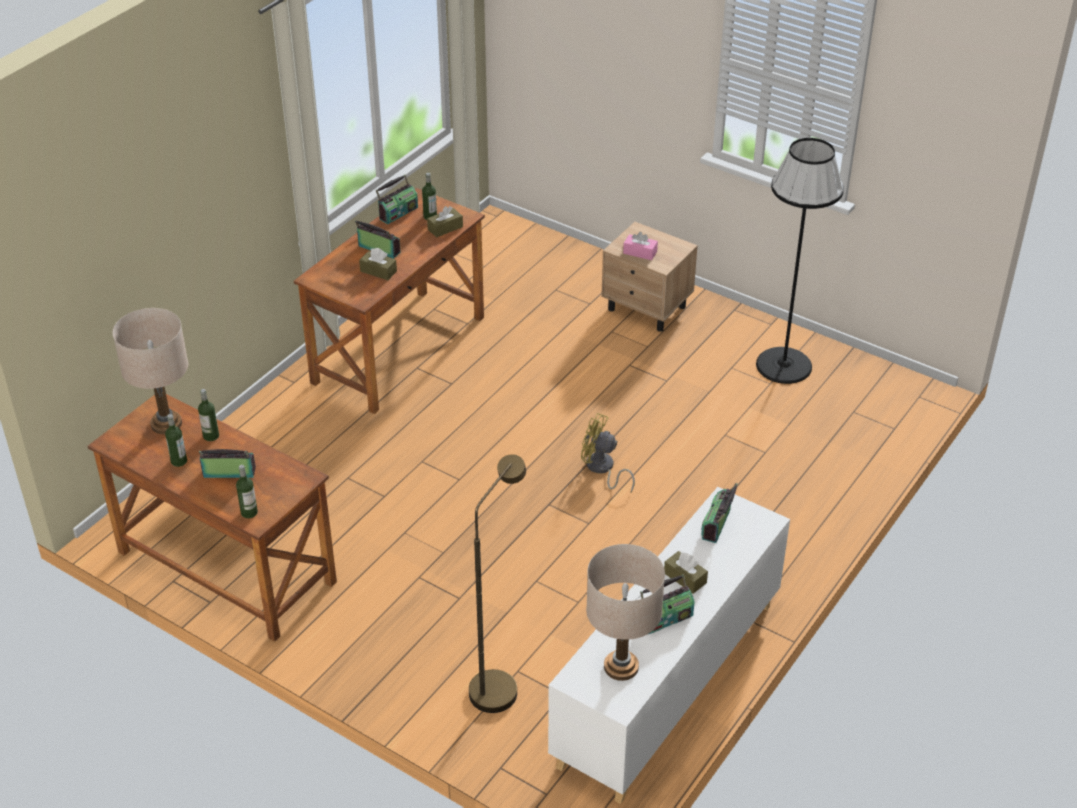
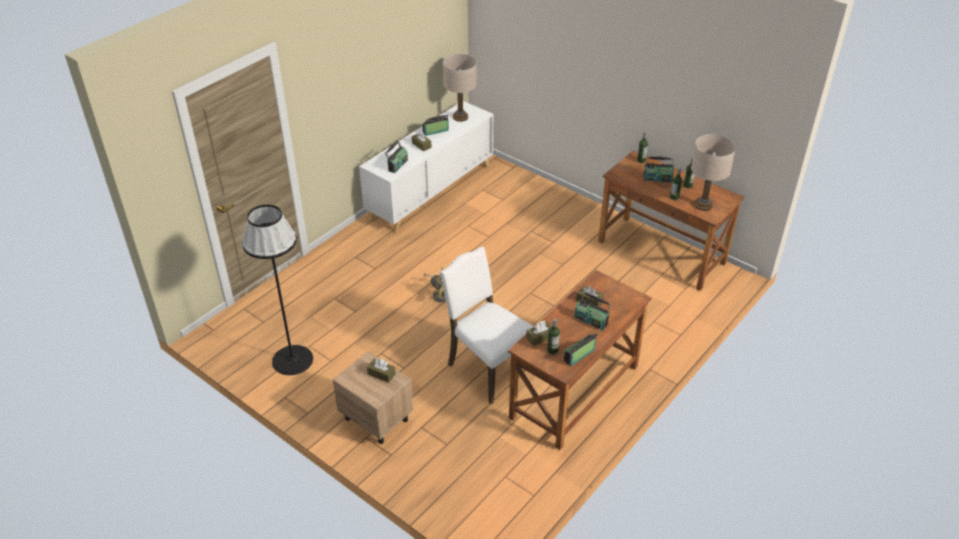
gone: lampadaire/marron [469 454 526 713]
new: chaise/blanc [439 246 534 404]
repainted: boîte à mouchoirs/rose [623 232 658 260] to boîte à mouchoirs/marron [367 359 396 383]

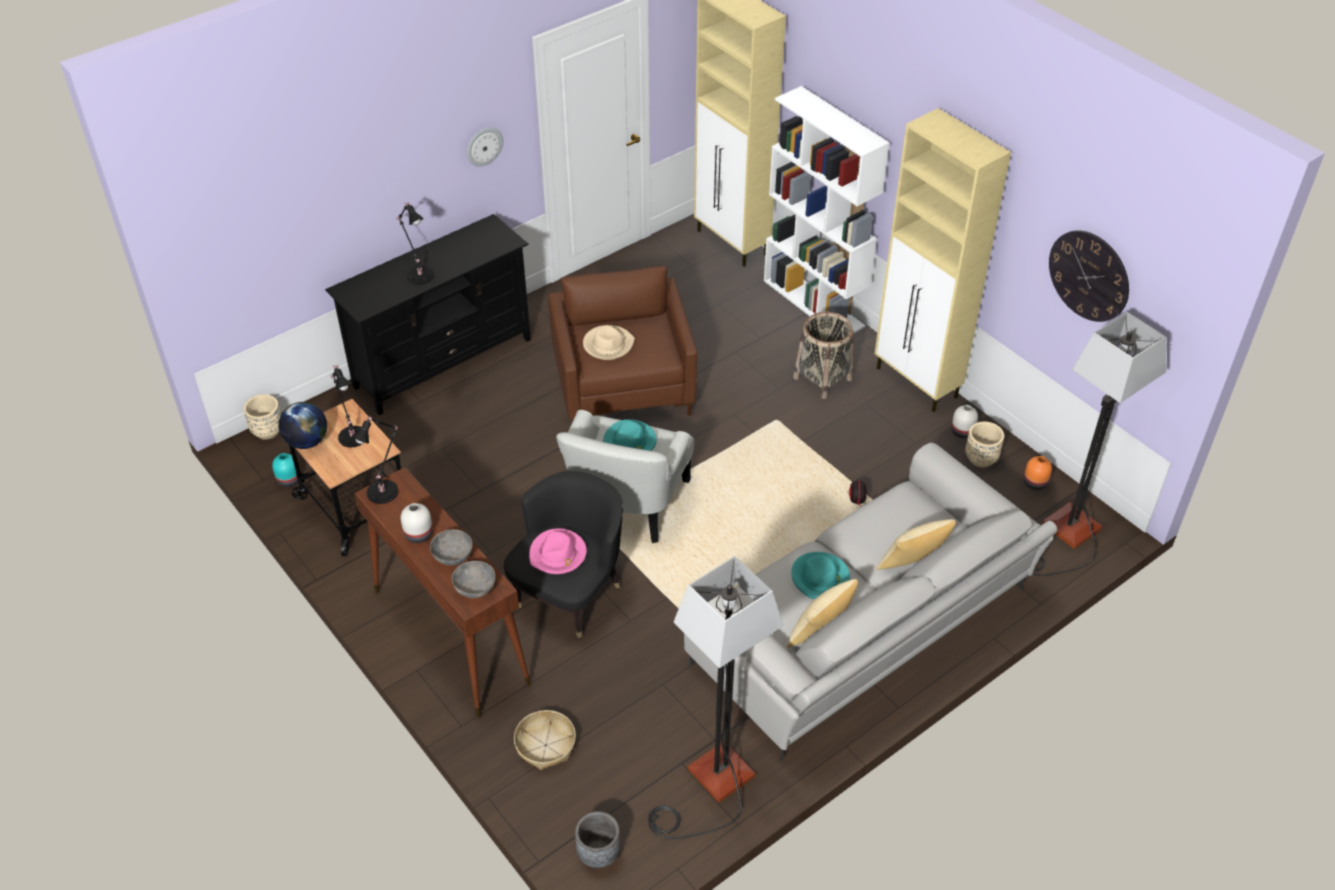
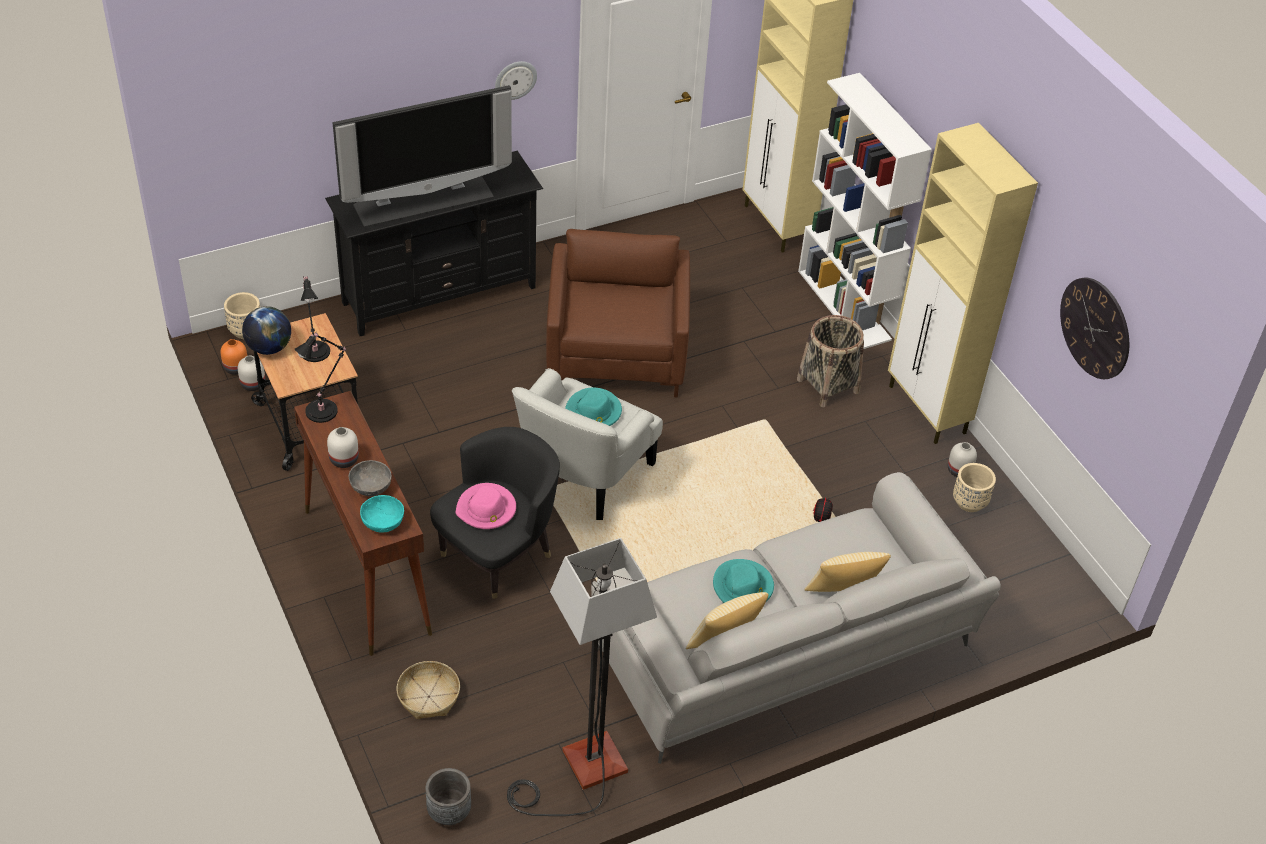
gone: lampadaire [1032 312 1167 576]; chapeau/beige [583 325 635 360]
shifted: vase/orange [1024 456 1052 490] to [220 339 247 375]
swapped: lampe de table/noir [396 202 434 284] to téléviseur [332 85 512 227]
repainted: vase/turquoise [272 453 298 487] to vase/blanc [238 355 265 391]; bol/gris [452 561 495 598] to bol/turquoise [360 495 404 532]

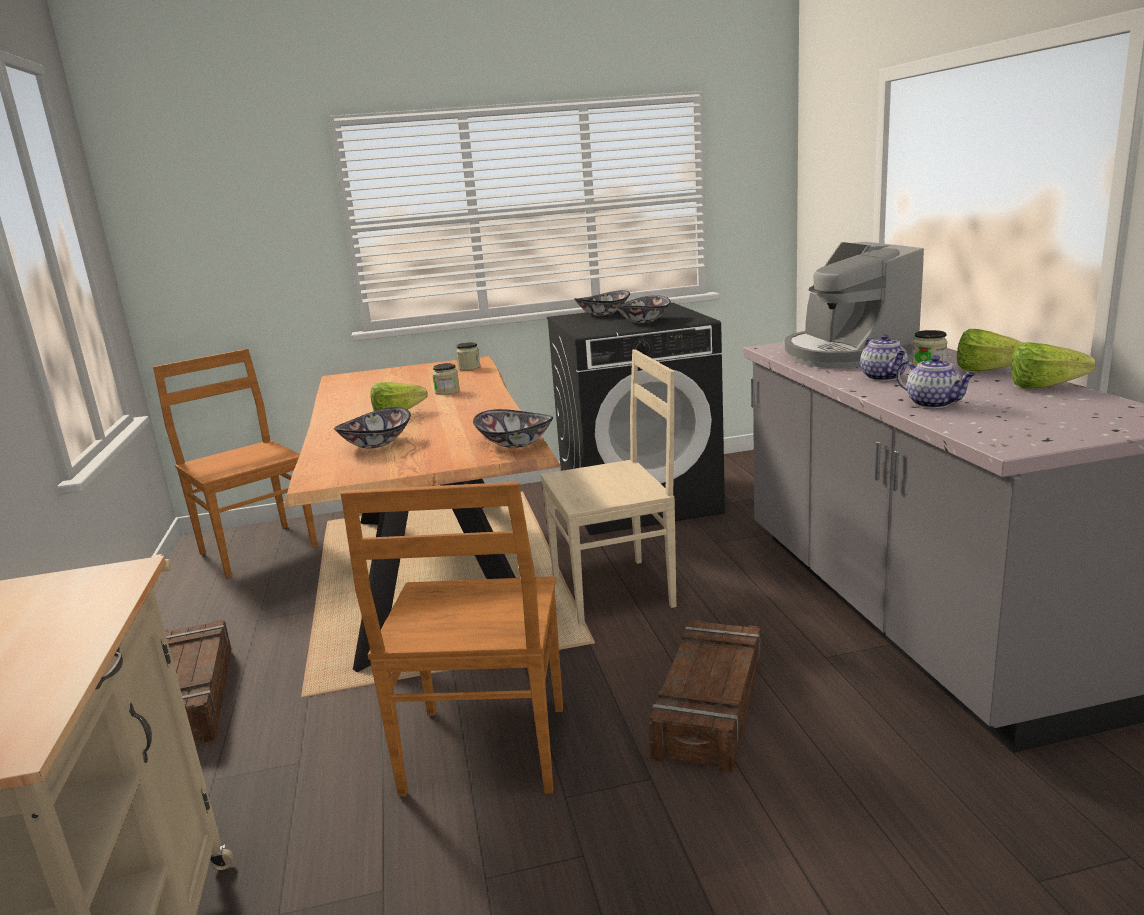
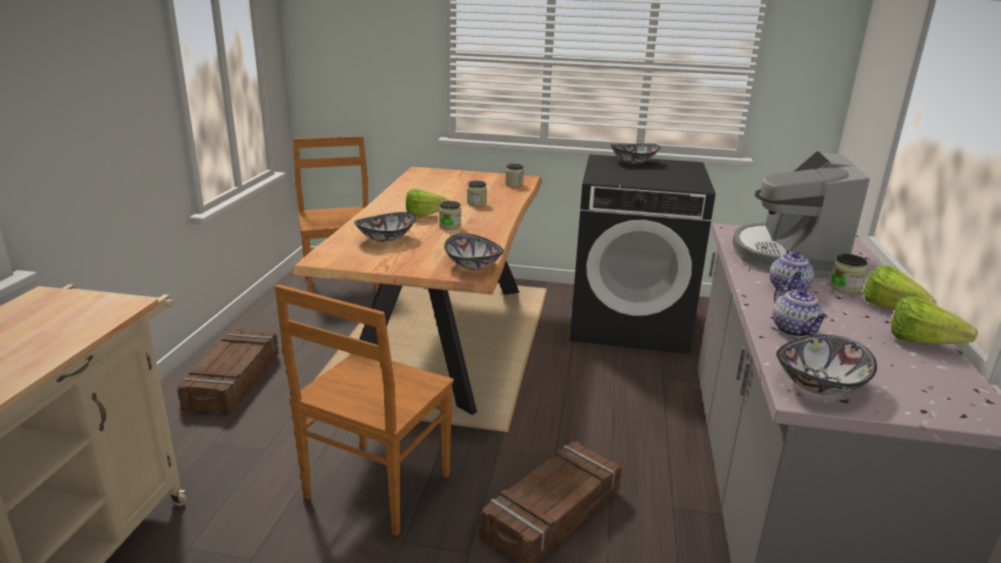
gone: chaise/beige [540 349 676 625]
new: bocal [439 201 461 229]
shifted: bol [616 295 671 323] to [776 335 877 395]

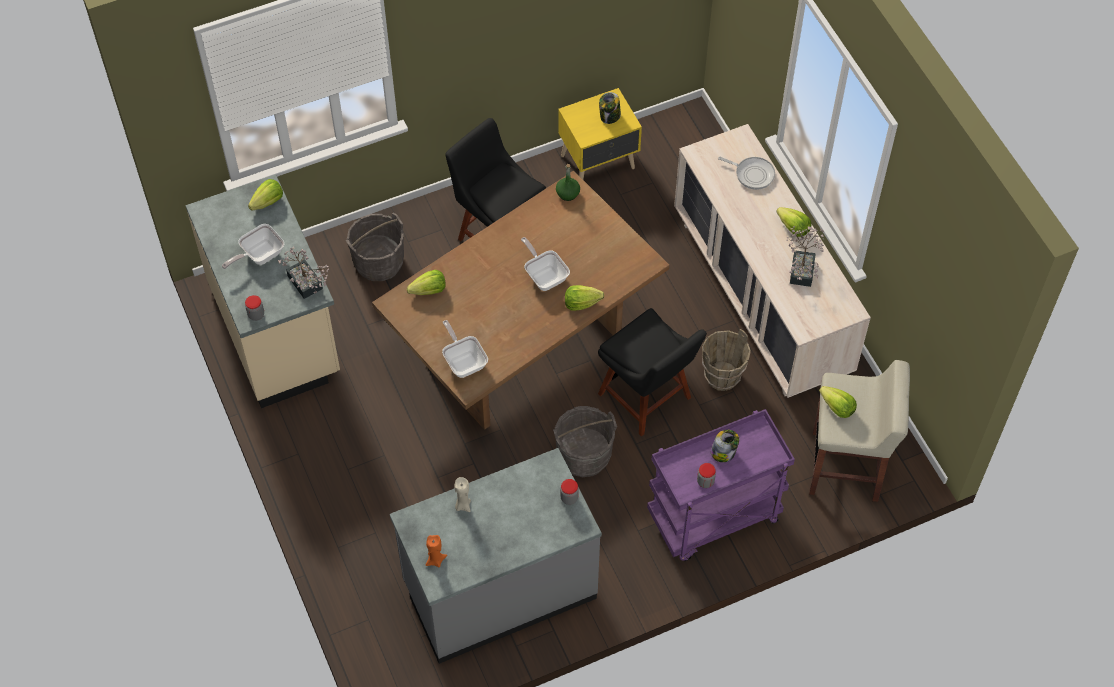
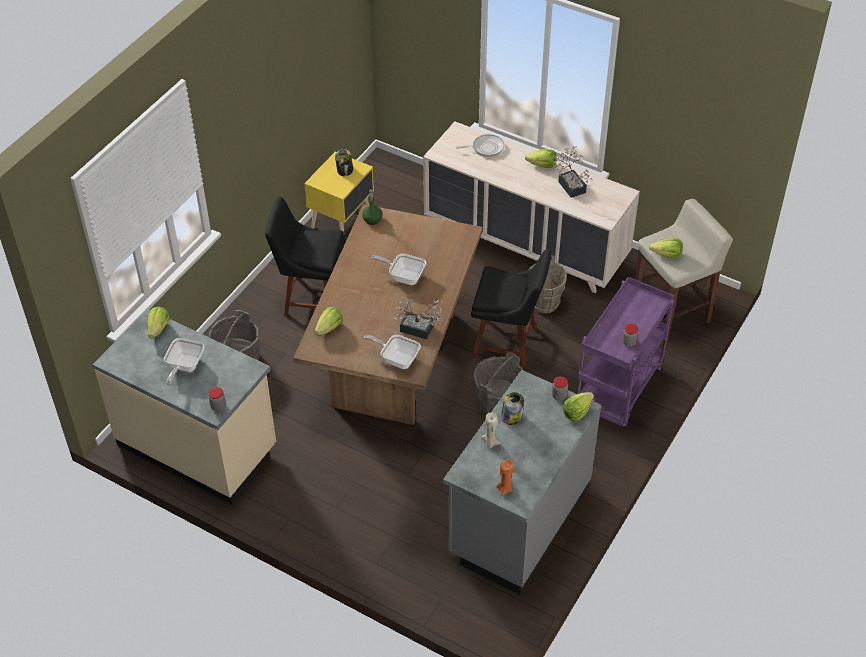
shifted: plante en pot [278 247 329 299] to [394 299 443 339]; laitue [565 285 604 311] to [563 392 594 421]; bocal [711 430 739 462] to [501 392 524 425]

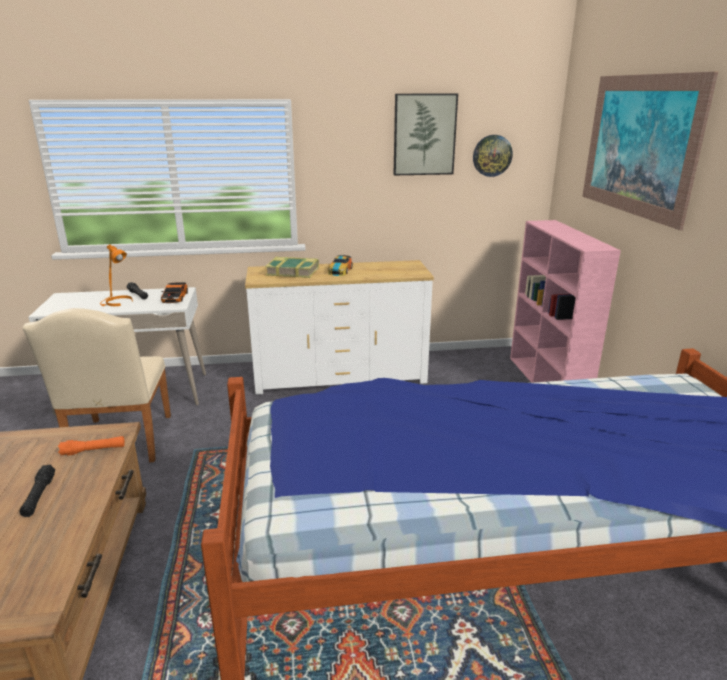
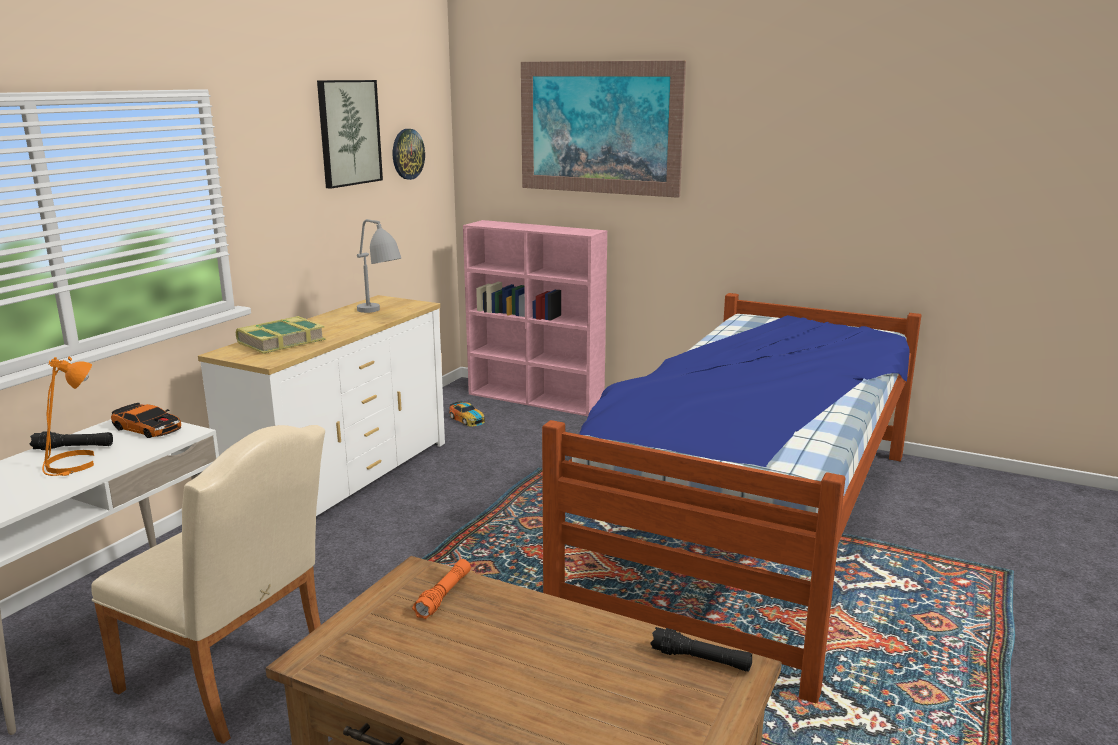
new: lampe de table/gris [357 219 401 313]
shifted: petite voiture [328 255 353 276] to [449 401 485 427]; lampe de poche/noir [20 465 55 517] to [650 627 752 672]

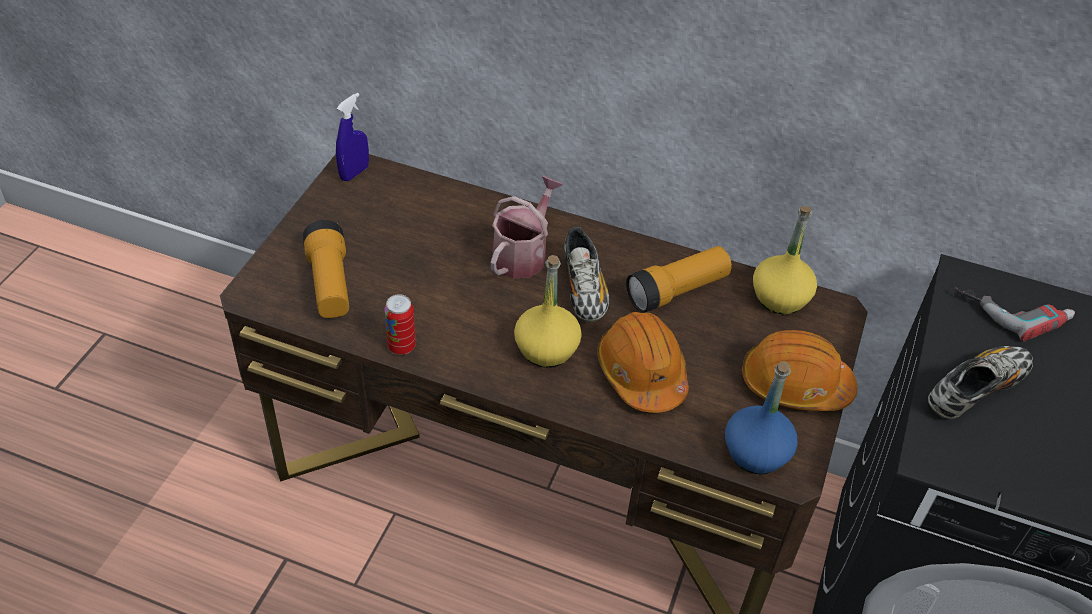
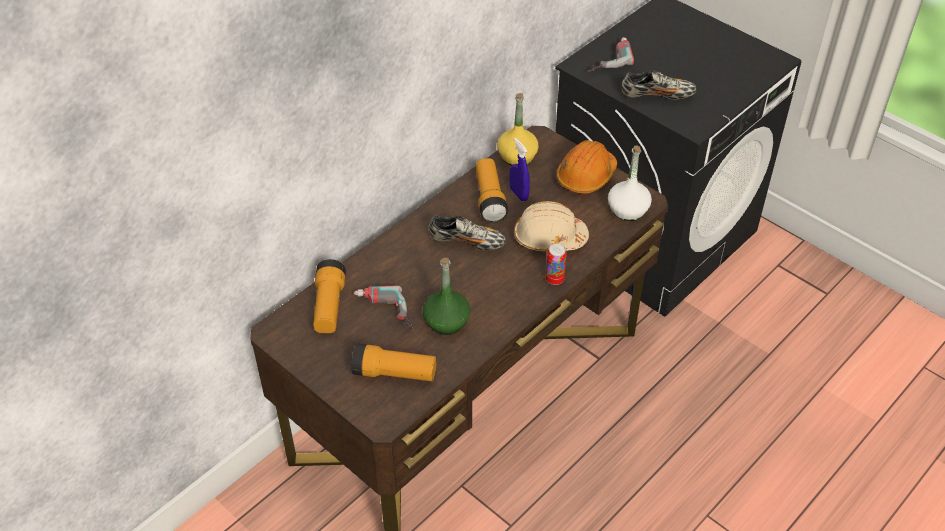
gone: arrosoir [491 176 564 278]; bouteille/jaune [514 255 582 368]
new: bouteille/vert [423 257 470 335]; lampe de poche [313 259 346 333]; perceuse [354 285 414 331]
shifted: vaporisateur/bleu [336 92 369 181] to [510 138 530 202]; boîte métallique [384 294 416 355] to [545 244 567 285]
repainted: casque de chantier/orange [597 312 689 413] to casque de chantier/beige [514 201 589 252]; bouteille/bleu [725 361 798 474] to bouteille/blanc [608 146 652 221]
rotated: chaussure [928 346 1033 419] = [622 70 697 100] 105 degrees clockwise

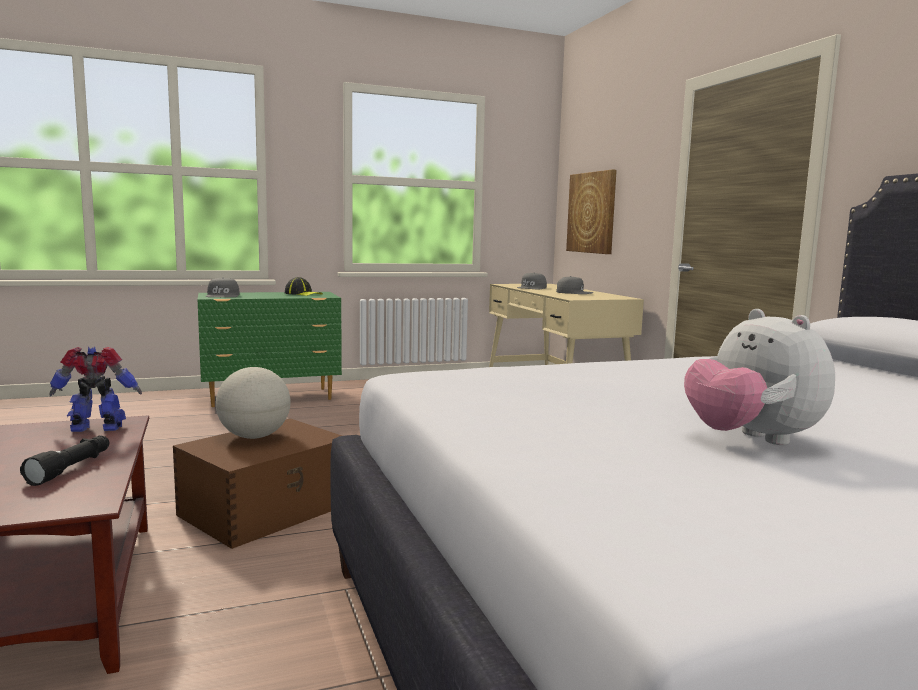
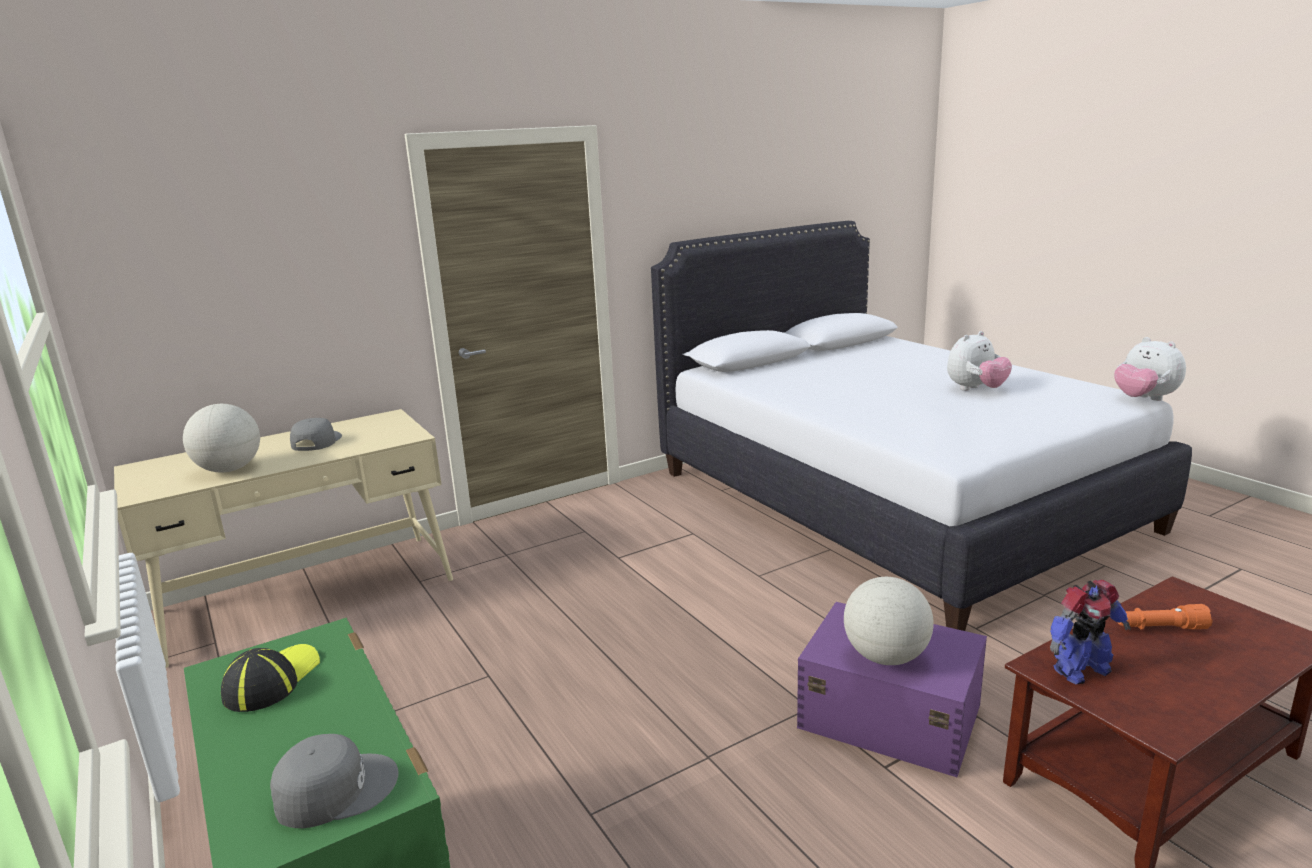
gone: tableau [566 169 617 254]
new: peluche [1114 337 1186 401]
swapped: casquette/gris [517 273 547 289] to globe [183 404 260 473]
repainted: boîte de rangement/marron [173 418 342 549] to boîte de rangement/violet [797 602 987 777]; lampe de poche/noir [20 436 109 486] to lampe de poche/orange [1118 604 1213 630]
rotated: robot jouet [49 346 142 432] = [1050 580 1130 684] 90 degrees counterclockwise

